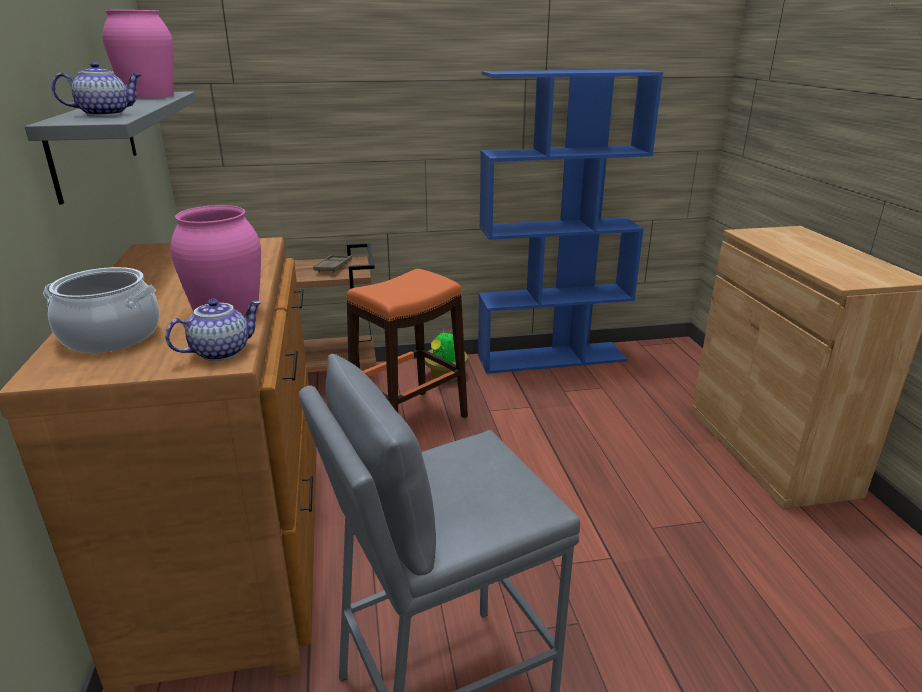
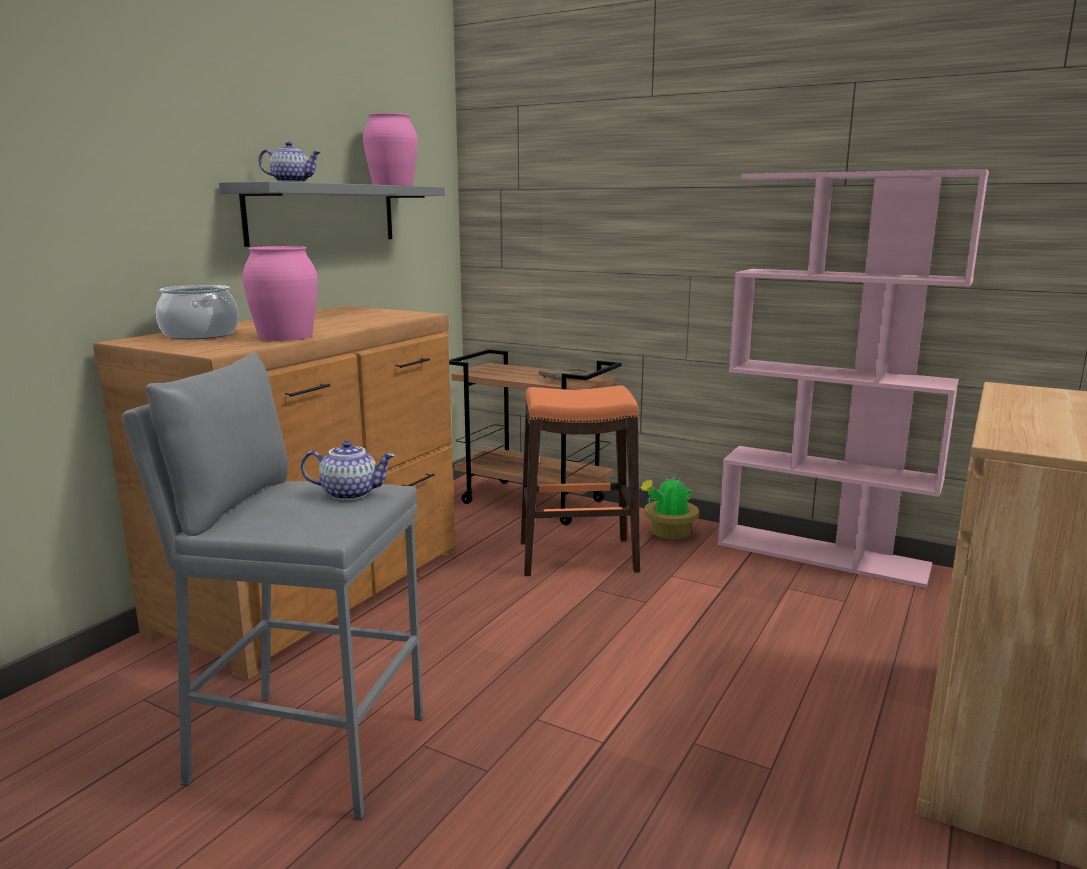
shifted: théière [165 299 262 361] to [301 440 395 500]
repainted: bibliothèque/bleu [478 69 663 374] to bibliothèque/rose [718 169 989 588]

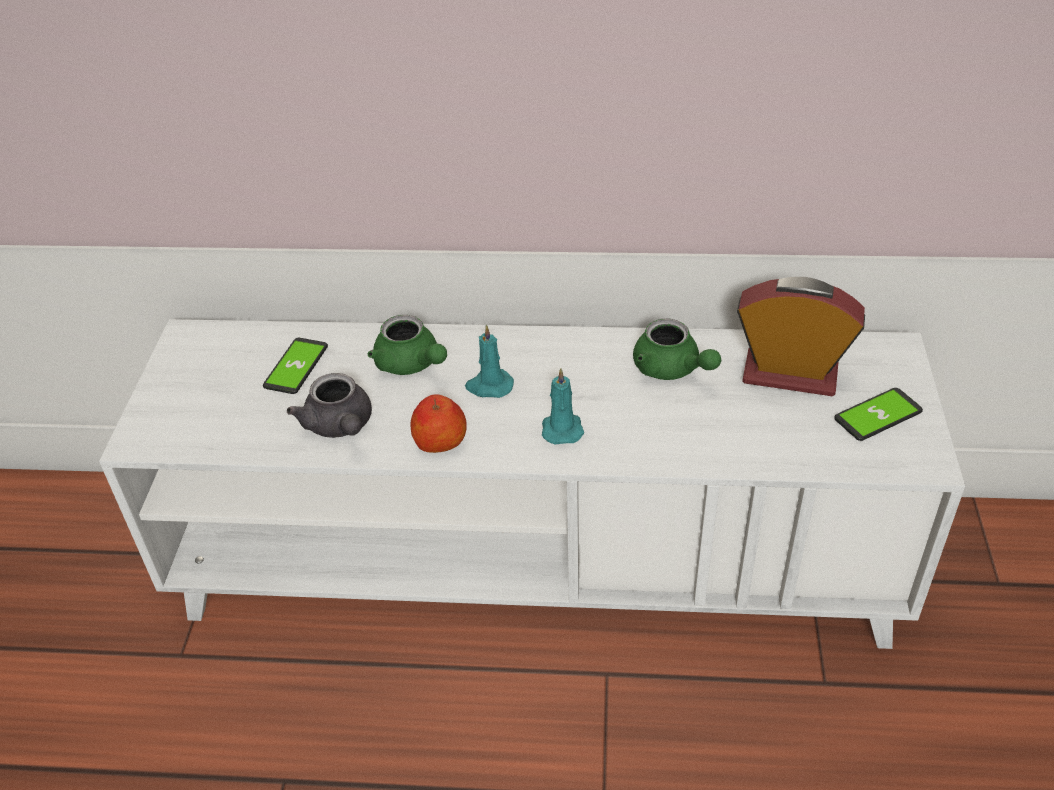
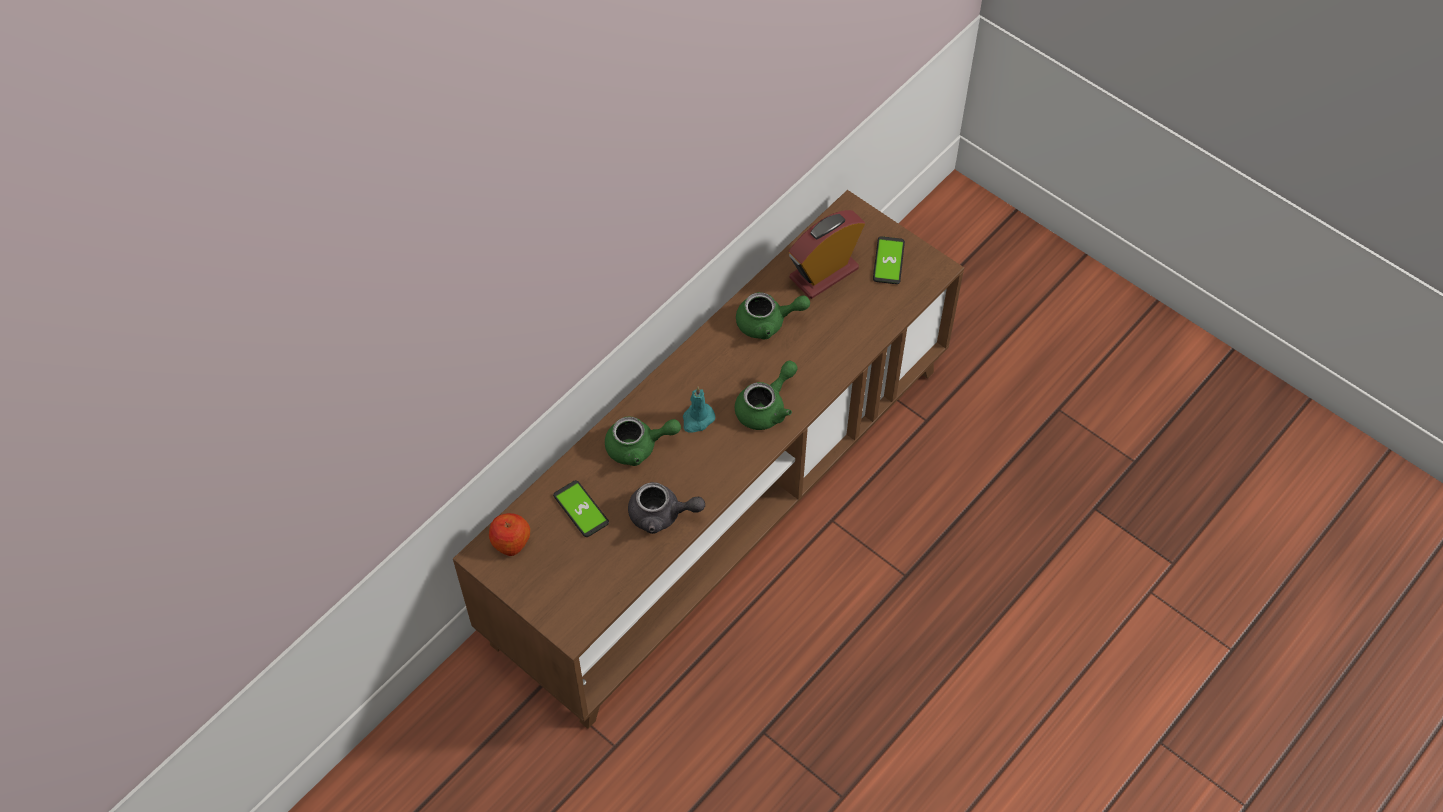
shifted: pomme [411 394 467 453] to [489 513 530 556]
swapped: bougie/turquoise [542 368 584 445] to théière/vert [735 361 798 430]
repainted: meuble télé/blanc [99 319 965 649] to meuble télé/marron [453 190 964 729]

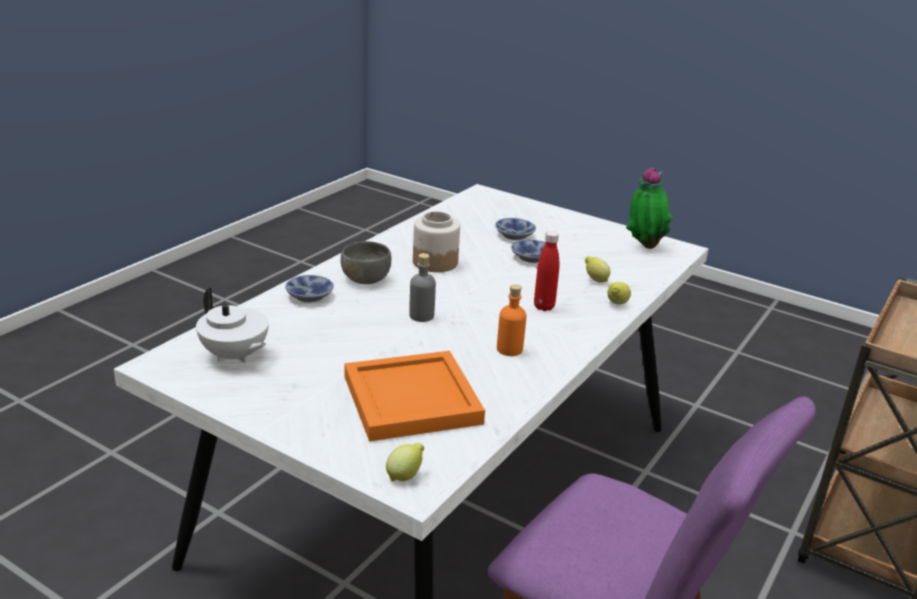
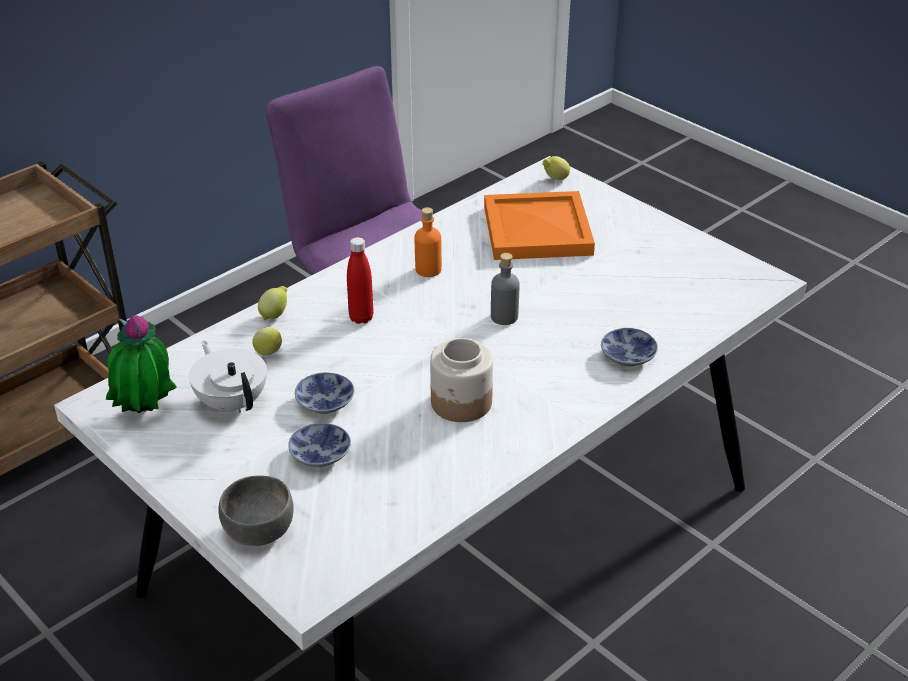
shifted: bol/gris [341 241 392 284] to [218 475 294 546]; théière/blanc [196 288 269 363] to [189 341 267 413]

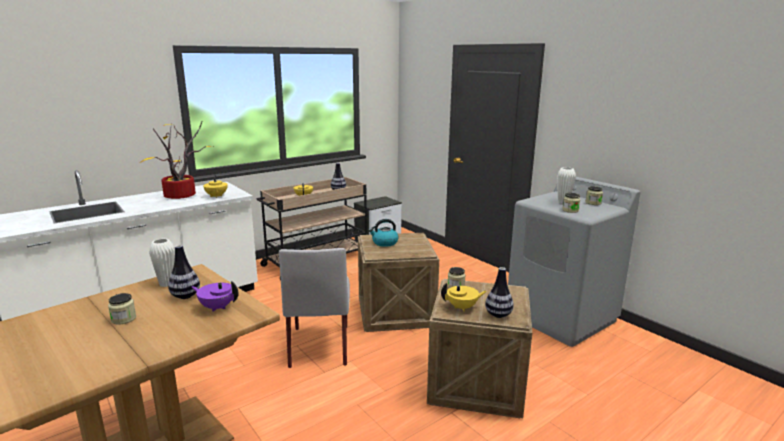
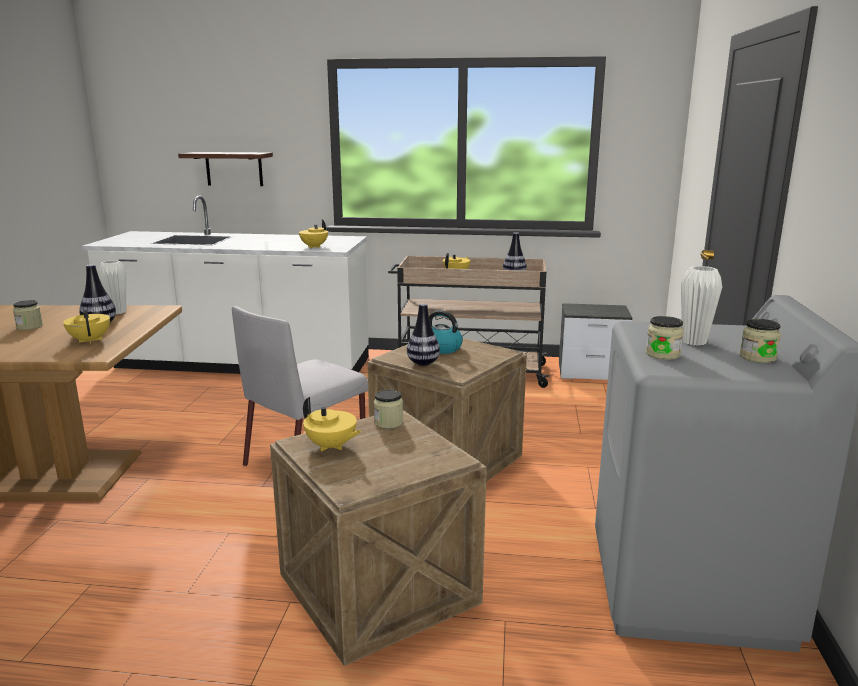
gone: plante en pot [140 122 211 199]
new: étagère [178 152 273 186]
shifted: vase [485 267 514 318] to [407 303 440 366]
repainted: théière/violet [192 281 239 312] to théière/jaune [63 310 110 344]

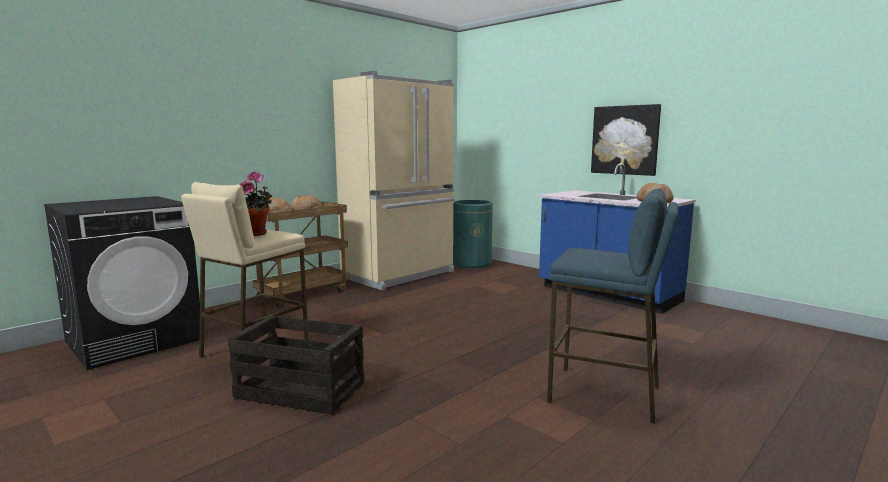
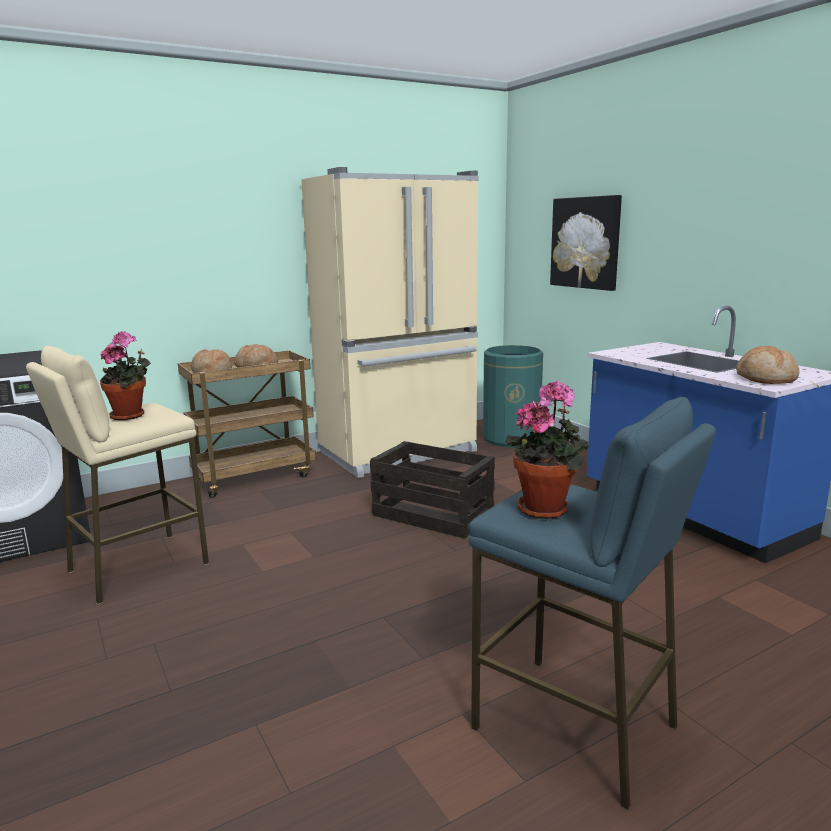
new: plante en pot [505 380 589 519]
shifted: tableau [591 104 661 176] to [550 195 622 291]; caisse [228 316 364 415] to [370 441 495 539]

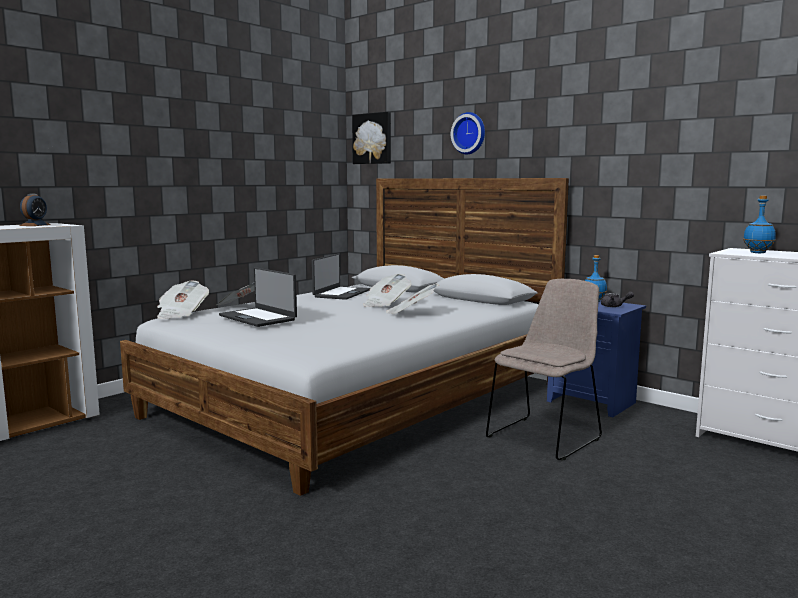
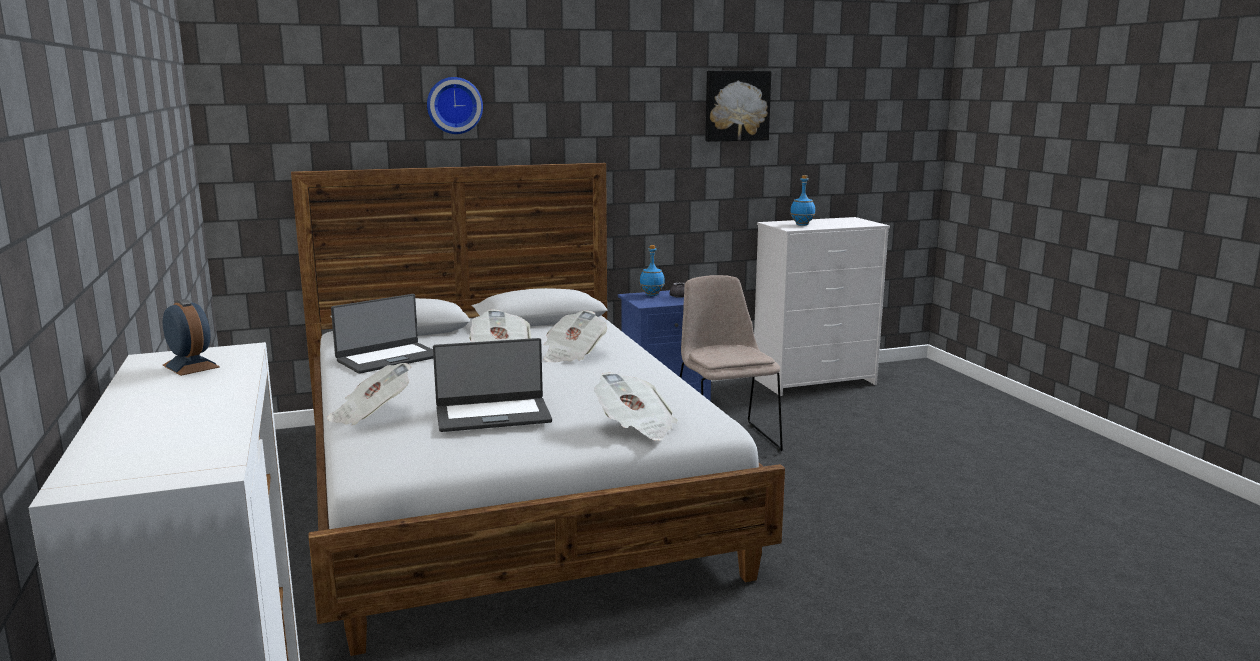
shifted: tableau [352 112 391 164] to [705 71 772 142]; journal [157 281 209 319] to [594 372 678 441]
rotated: ordinateur portable [312 254 370 300] = [331 294 433 374] 90 degrees clockwise

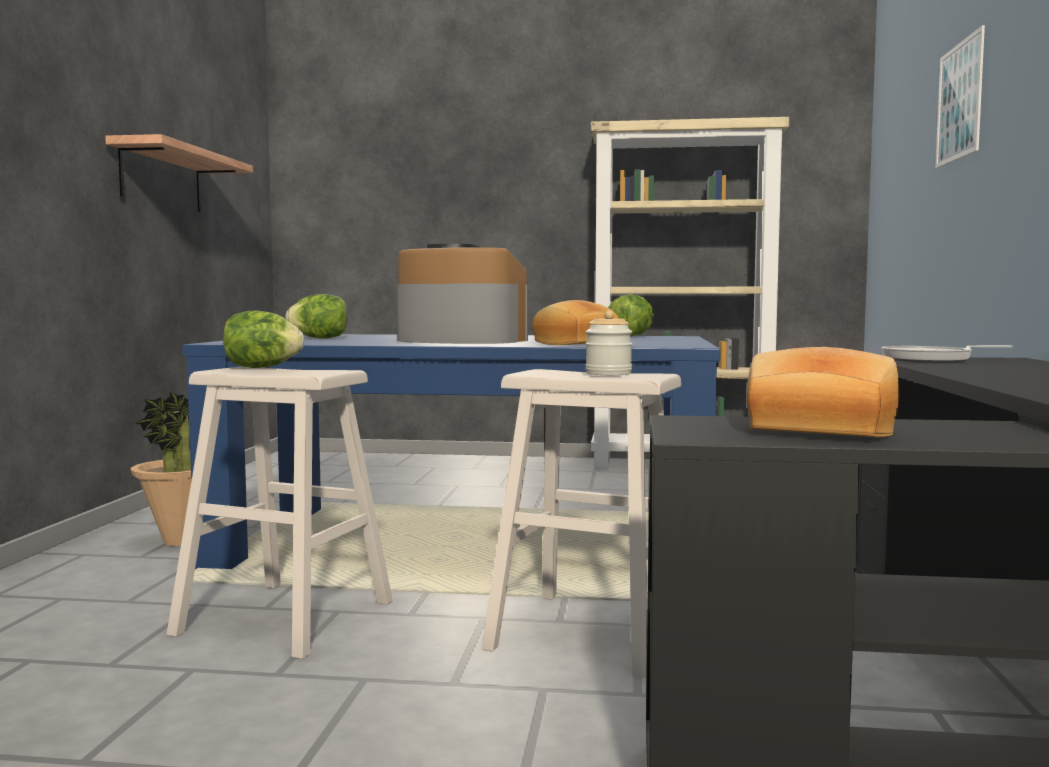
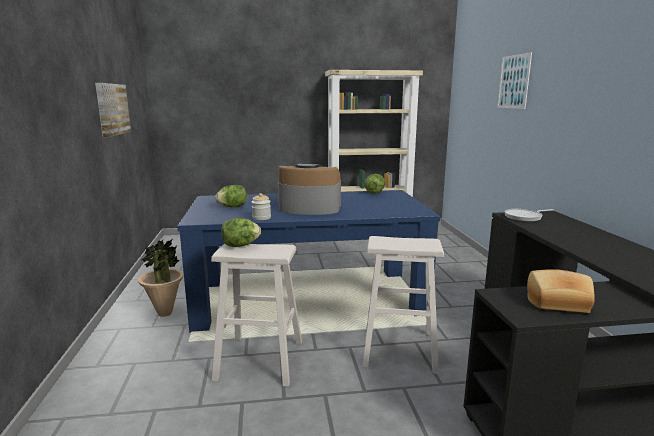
gone: pain [532 300 619 345]
shifted: bocal [585 311 632 375] to [252 193 271 220]
swapped: étagère [105 134 253 212] to tableau [95 83 131 137]

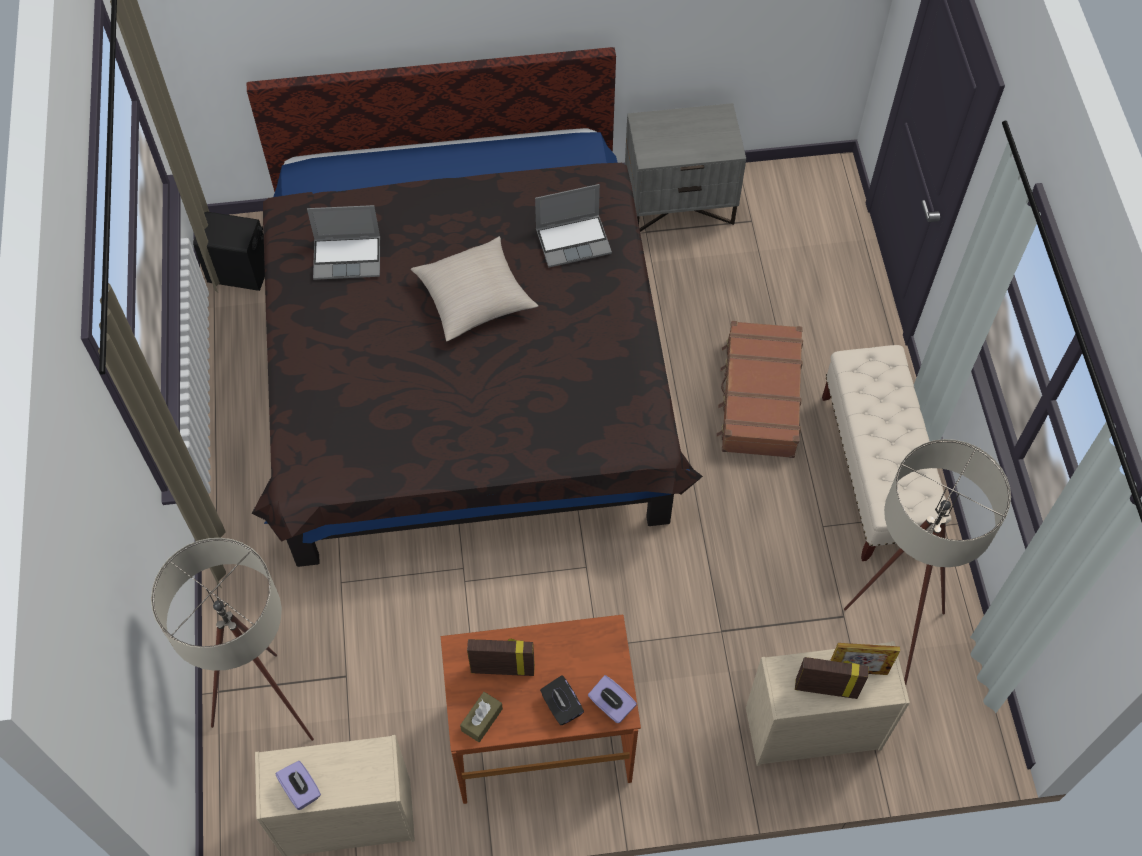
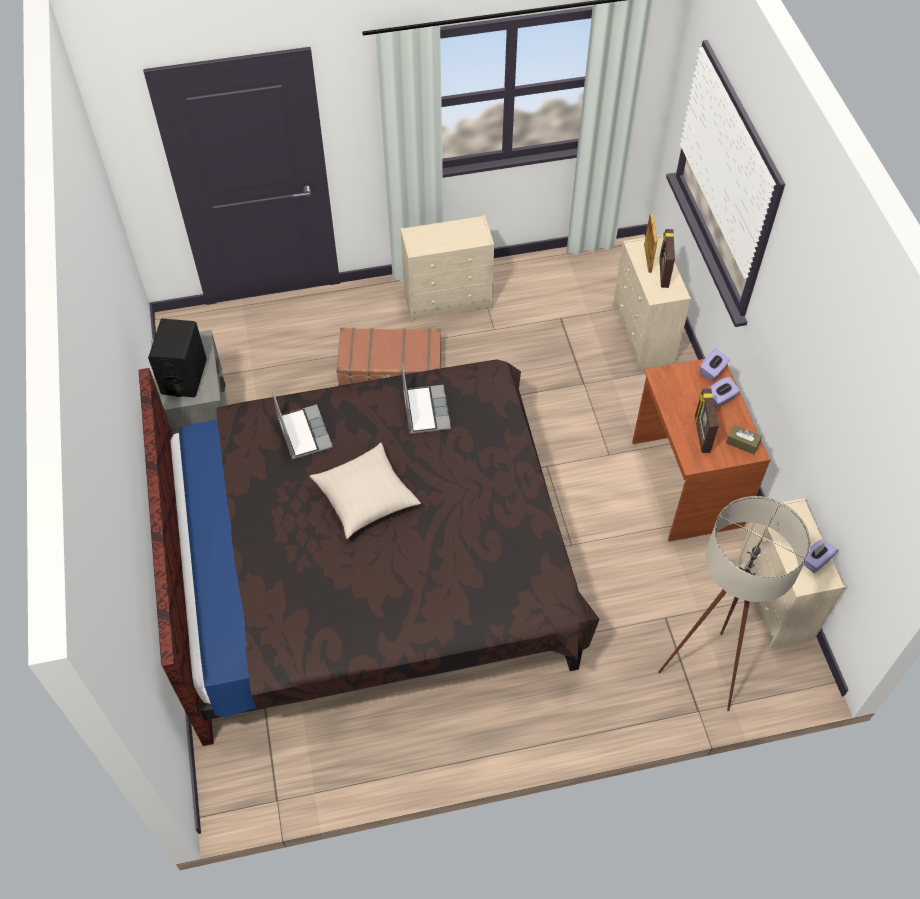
gone: lampadaire/beige [844 439 1011 685]
shifted: ordinateur portable [307 205 380 280] to [402 364 451 434]; enceinte/noir [193 212 265 291] to [148 319 207 397]
swapped: banc/beige [822 345 952 561] to commode/beige [400 215 494 323]
repainted: boîte à mouchoirs/noir [540 675 584 725] to boîte à mouchoirs/violet [709 377 740 408]

